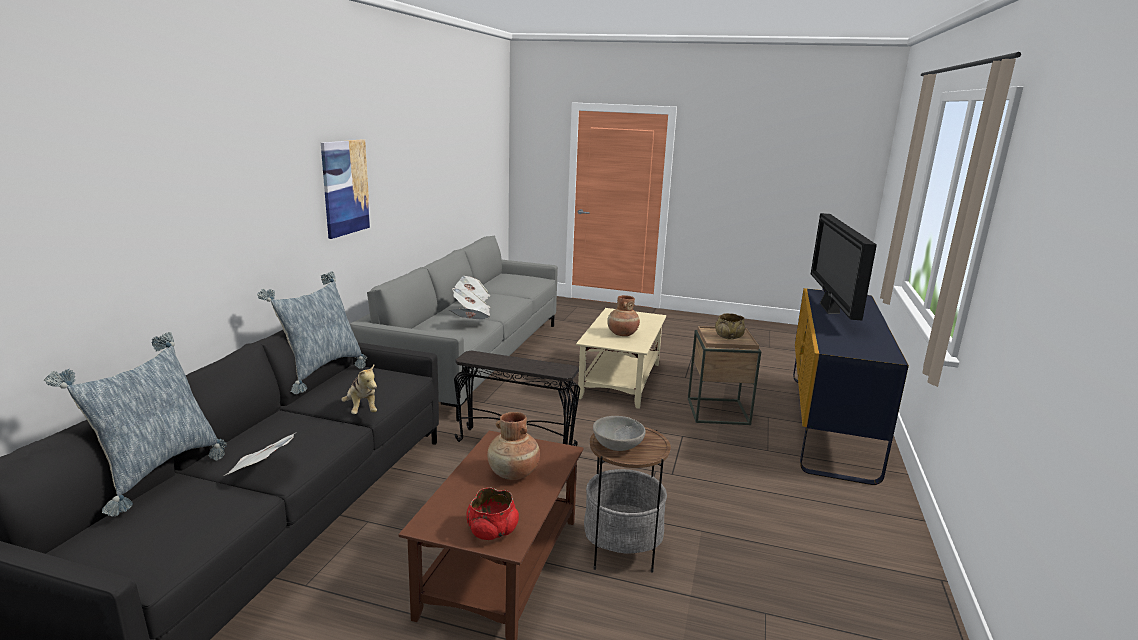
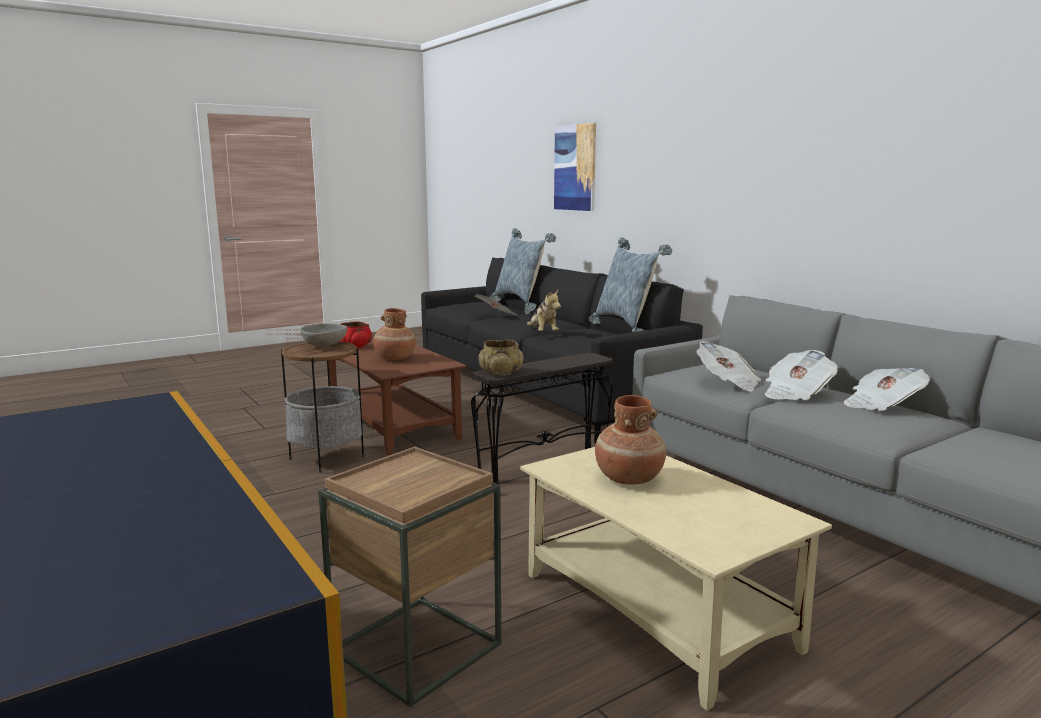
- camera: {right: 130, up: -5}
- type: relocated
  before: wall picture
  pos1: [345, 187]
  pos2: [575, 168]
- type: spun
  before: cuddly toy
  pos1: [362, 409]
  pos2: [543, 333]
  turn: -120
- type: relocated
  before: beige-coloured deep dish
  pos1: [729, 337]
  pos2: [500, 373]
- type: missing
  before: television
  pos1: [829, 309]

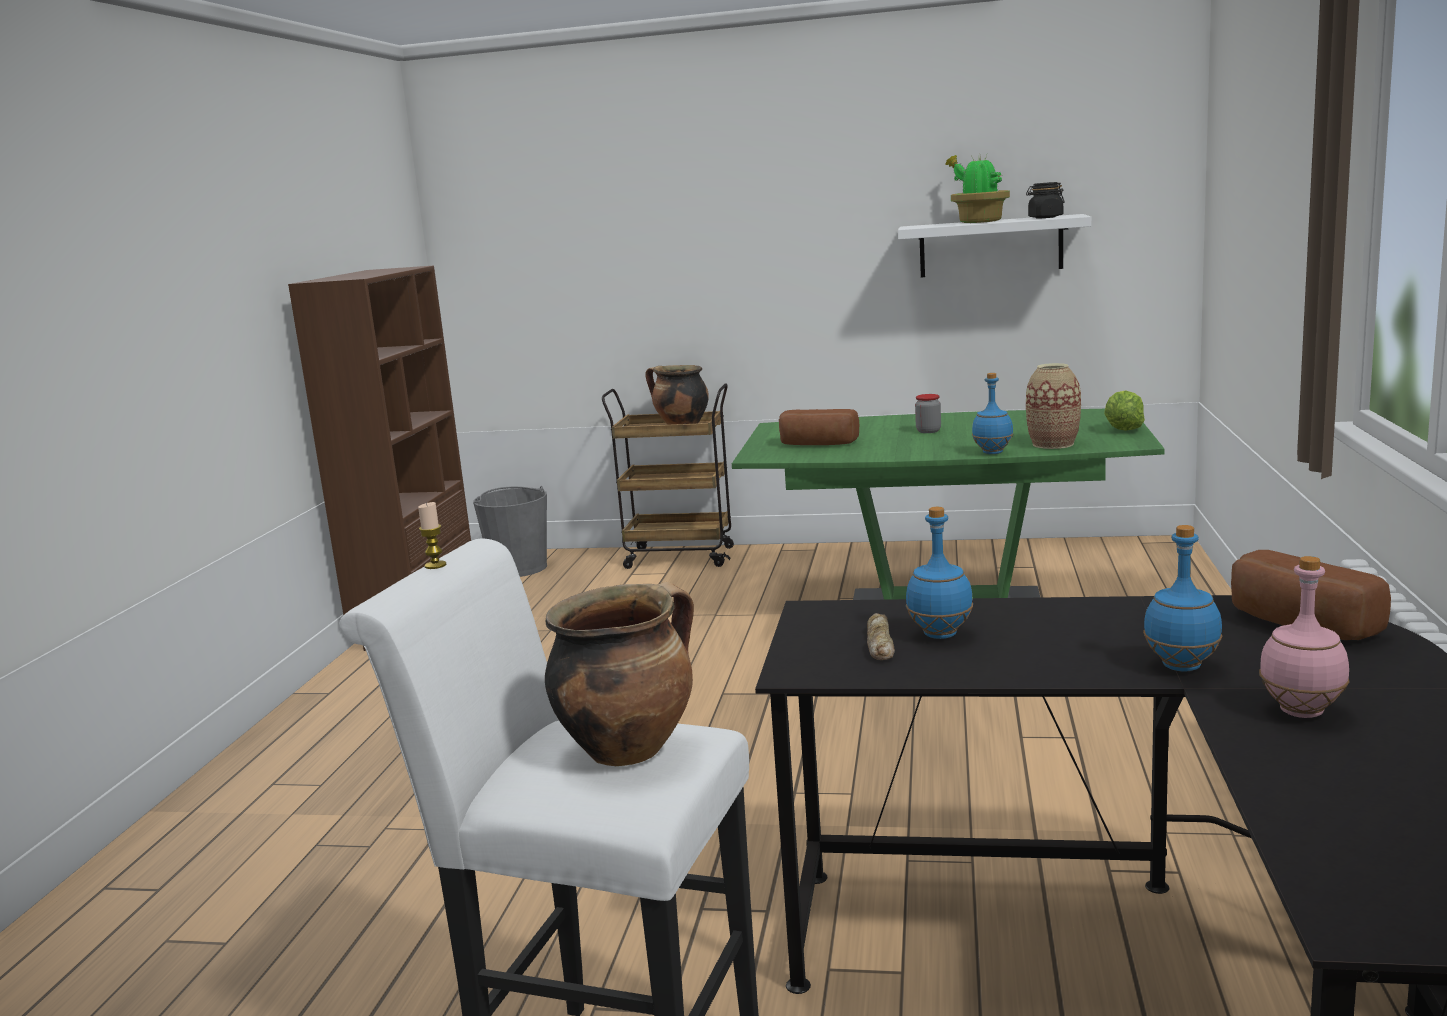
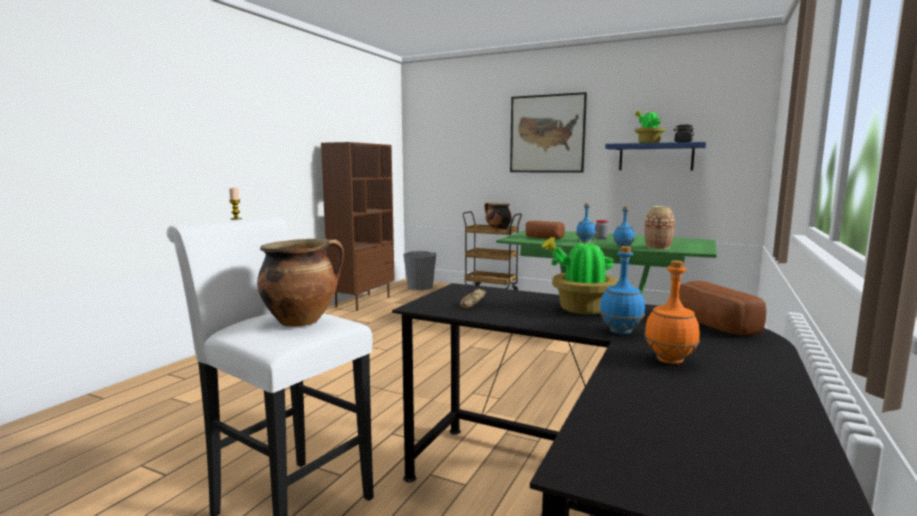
- camera: {right: 15, up: -5}
- type: colour
  before: white wall shelf
  after: blue-coloured wall shelf
  pos1: [990, 246]
  pos2: [655, 157]
- type: relocated
  before: blue-coloured beverage bottle
  pos1: [940, 634]
  pos2: [585, 241]
- type: missing
  before: lettuce head
  pos1: [1123, 429]
- type: colour
  before: pinkish beverage bottle
  after: orange beverage bottle
  pos1: [1300, 711]
  pos2: [668, 360]
- type: appeared
  after: wall picture
  pos2: [547, 134]
- type: appeared
  after: potted plant
  pos2: [581, 310]

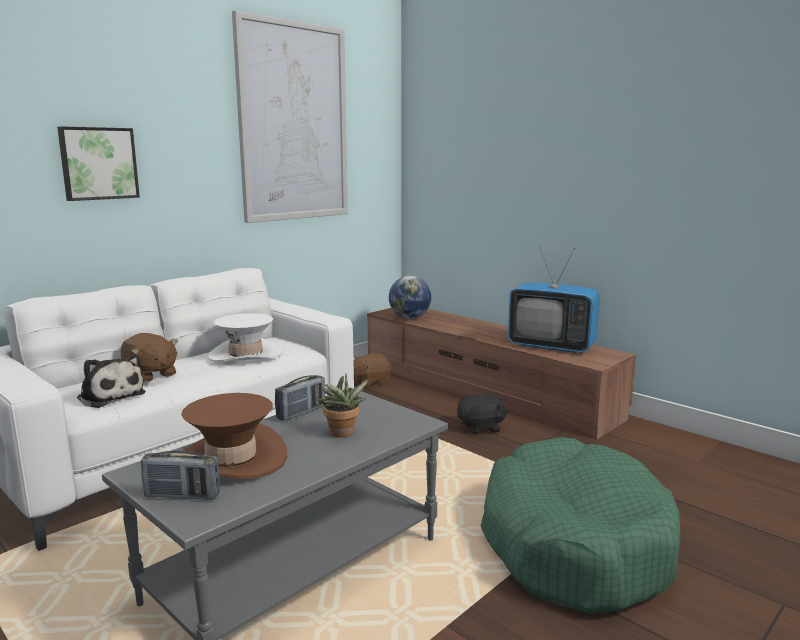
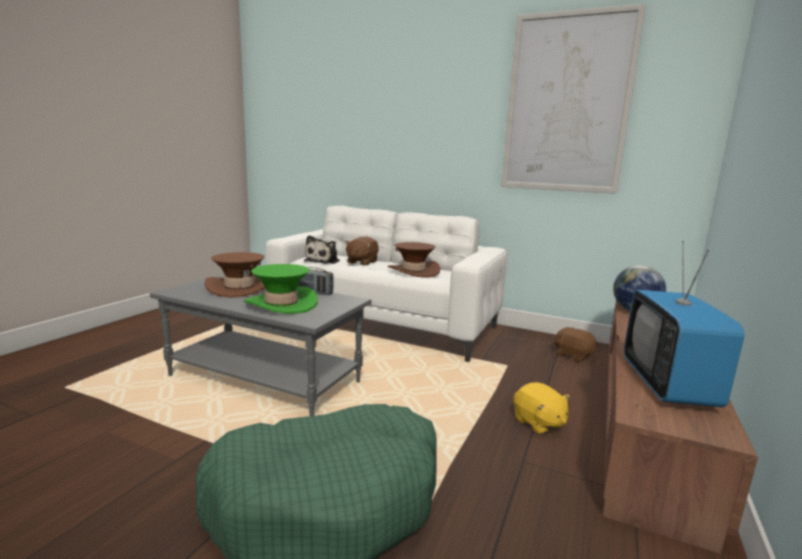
- camera: {right: 70, up: 0}
- type: missing
  before: wall picture
  pos1: [98, 163]
- type: missing
  before: radio receiver
  pos1: [182, 496]
- type: colour
  before: white wearable hat
  after: brown-coloured wearable hat
  pos1: [245, 355]
  pos2: [413, 271]
- type: exchanged
  before: potted plant
  after: green wearable hat
  pos1: [342, 434]
  pos2: [281, 304]
- type: colour
  before: black cuddly toy
  after: yellow-coloured cuddly toy
  pos1: [481, 428]
  pos2: [538, 423]

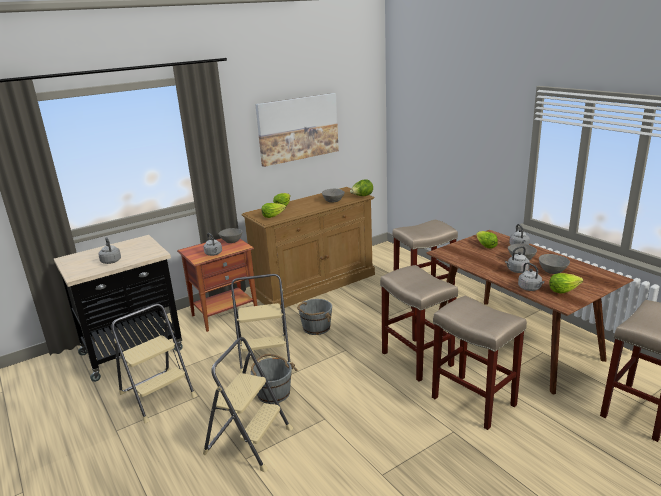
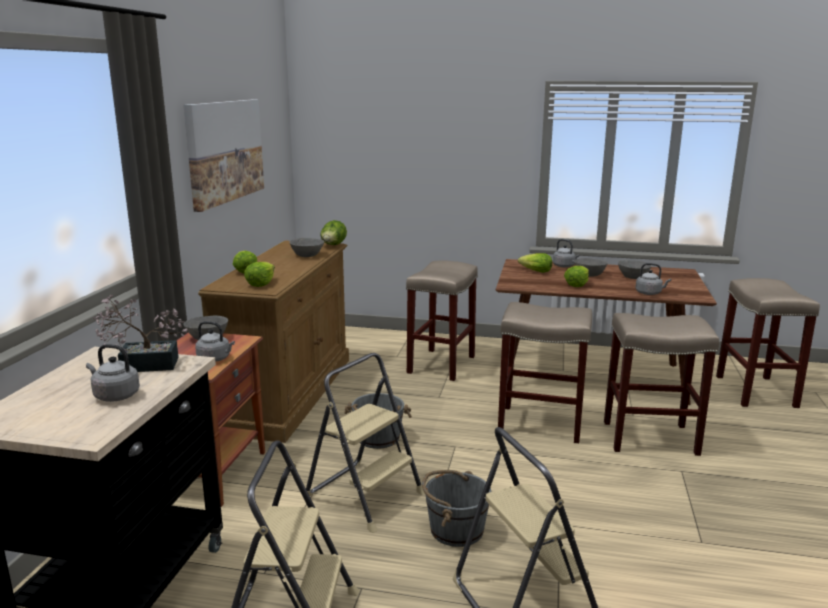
- camera: {right: -45, up: -5}
- type: missing
  before: greyish tea kettle
  pos1: [516, 270]
- type: relocated
  before: lettuce head
  pos1: [563, 290]
  pos2: [577, 284]
- type: appeared
  after: potted plant
  pos2: [142, 365]

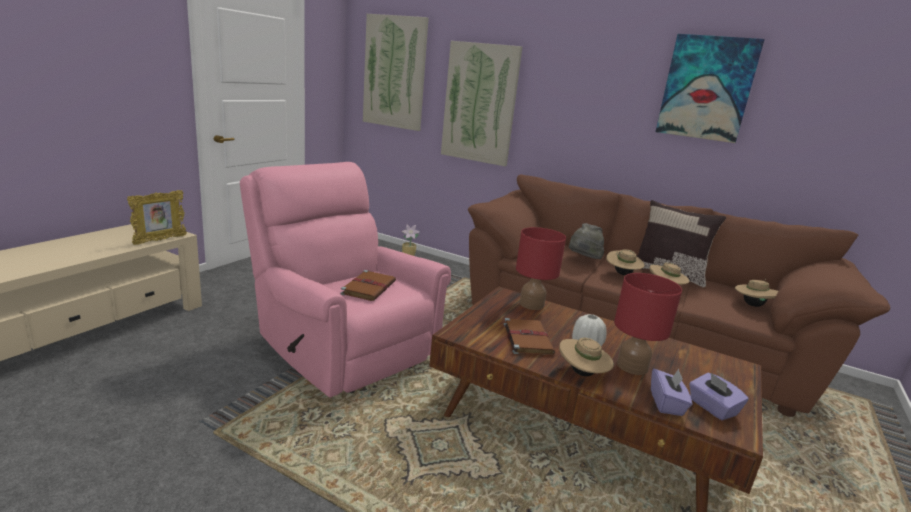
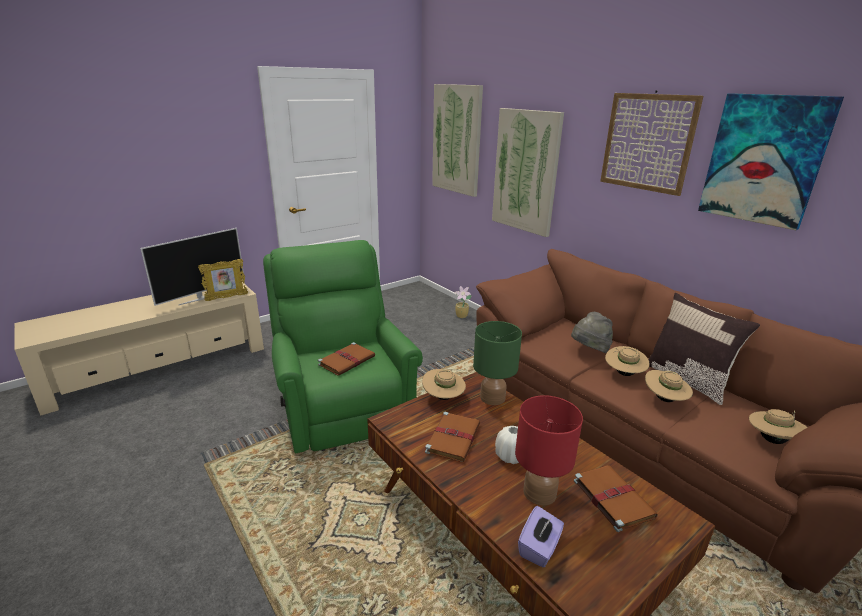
- camera: {right: 25, up: 5}
- type: colour
  before: pinkish armchair
  after: green armchair
  pos1: [342, 348]
  pos2: [342, 405]
- type: colour
  before: red-coloured tabletop lamp
  after: green tabletop lamp
  pos1: [531, 304]
  pos2: [492, 397]
- type: relocated
  before: beige-coloured wearable hat
  pos1: [582, 374]
  pos2: [443, 397]
- type: missing
  before: purple-coloured box of tissues
  pos1: [712, 408]
- type: appeared
  after: television
  pos2: [201, 297]
- type: appeared
  after: brown-coloured bound book
  pos2: [611, 497]
- type: appeared
  after: wall picture
  pos2: [648, 141]

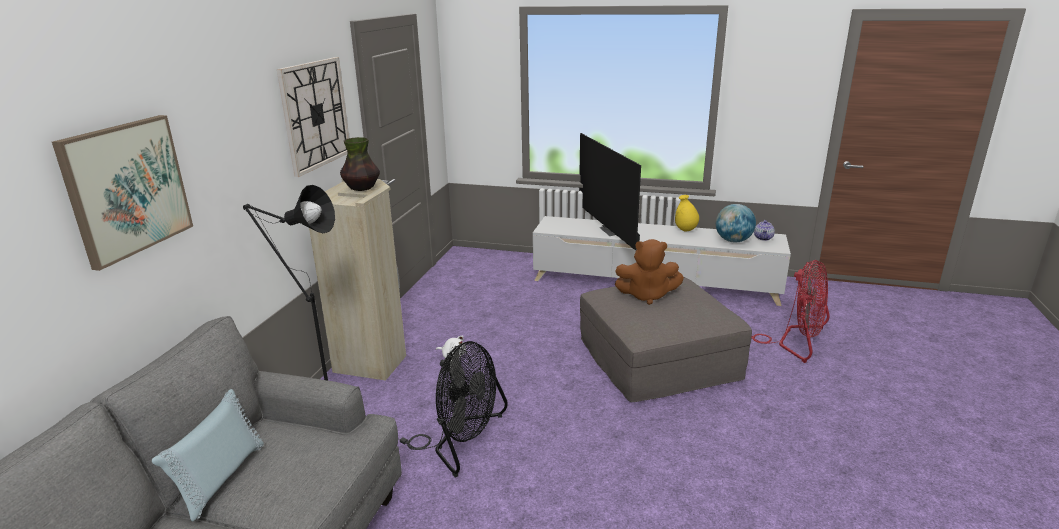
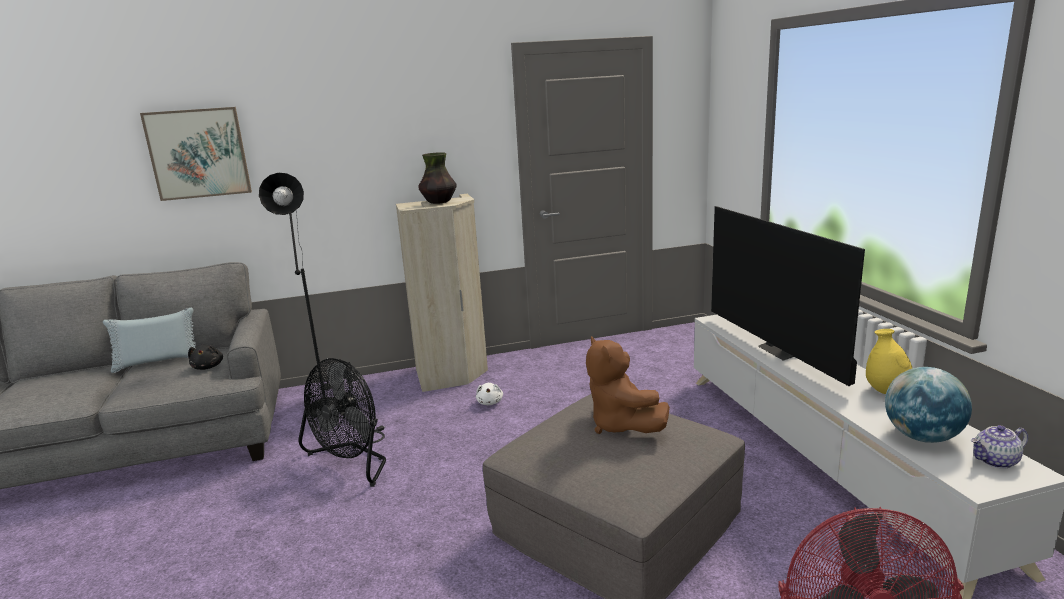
- camera: {right: 60, up: -5}
- type: missing
  before: clock on the wall
  pos1: [315, 114]
- type: spun
  before: black cooling fan
  pos1: [459, 441]
  pos2: [354, 458]
  turn: 45
- type: spun
  before: television
  pos1: [612, 231]
  pos2: [781, 351]
  turn: -60
- type: appeared
  after: black cuddly toy
  pos2: [208, 367]

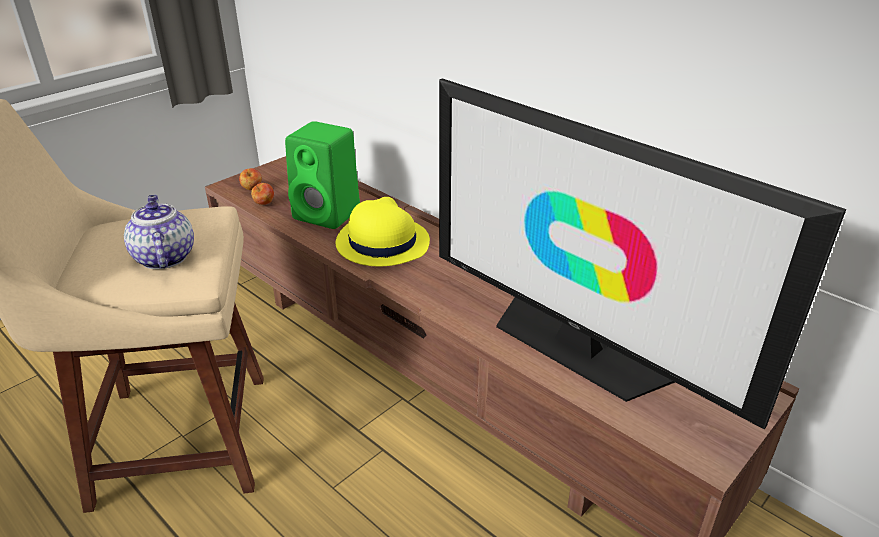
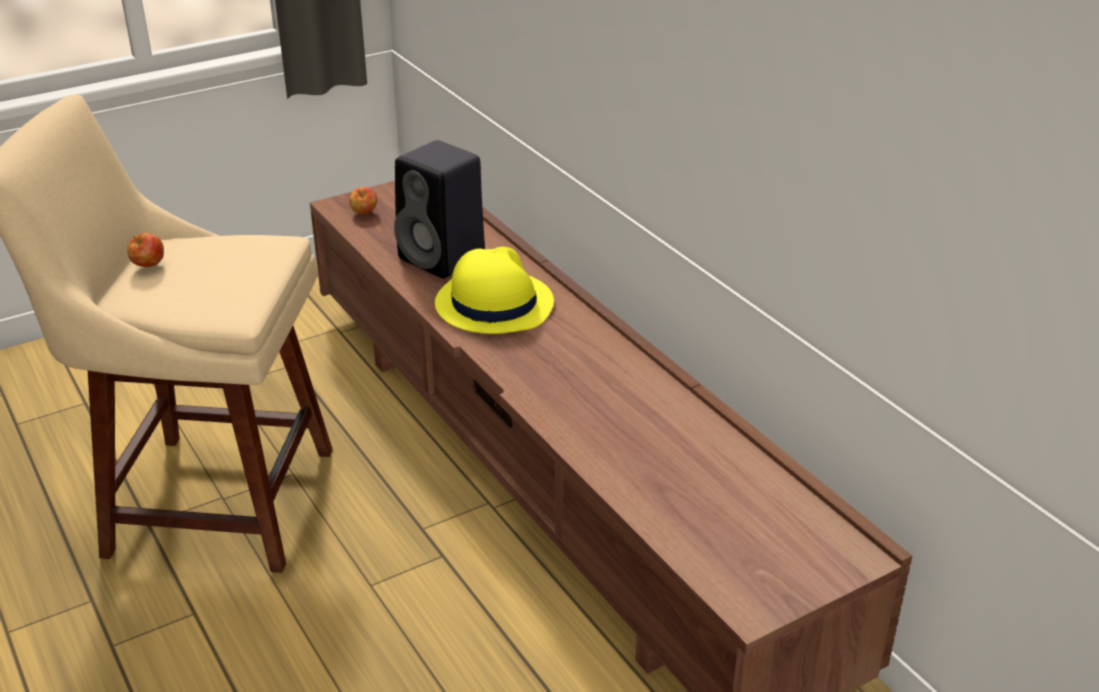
- camera: {right: 15, up: 0}
- type: missing
  before: tea pot
  pos1: [164, 257]
- type: relocated
  before: apple fruit
  pos1: [264, 204]
  pos2: [149, 266]
- type: colour
  before: green speaker
  after: black speaker
  pos1: [329, 214]
  pos2: [444, 259]
- type: missing
  before: television
  pos1: [577, 346]

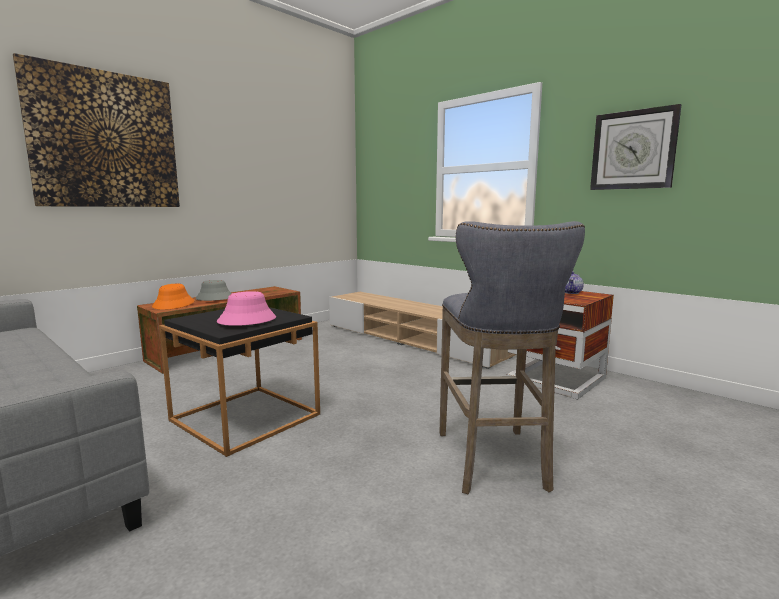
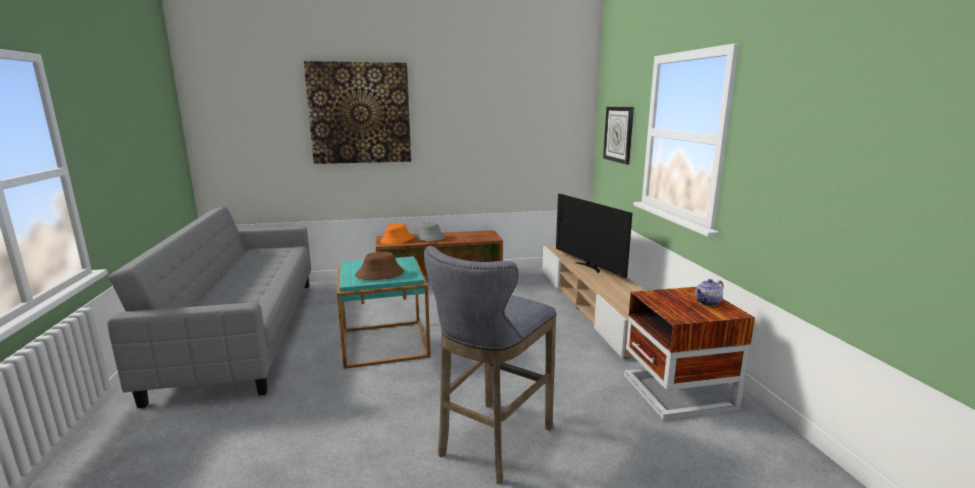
- camera: {right: 35, up: 5}
- type: colour
  before: black end table
  after: turquoise end table
  pos1: [245, 417]
  pos2: [384, 343]
- type: colour
  before: pinkish wearable hat
  after: brown-coloured wearable hat
  pos1: [247, 320]
  pos2: [380, 274]
- type: relocated
  before: clock on the wall
  pos1: [633, 150]
  pos2: [619, 134]
- type: appeared
  after: television
  pos2: [589, 267]

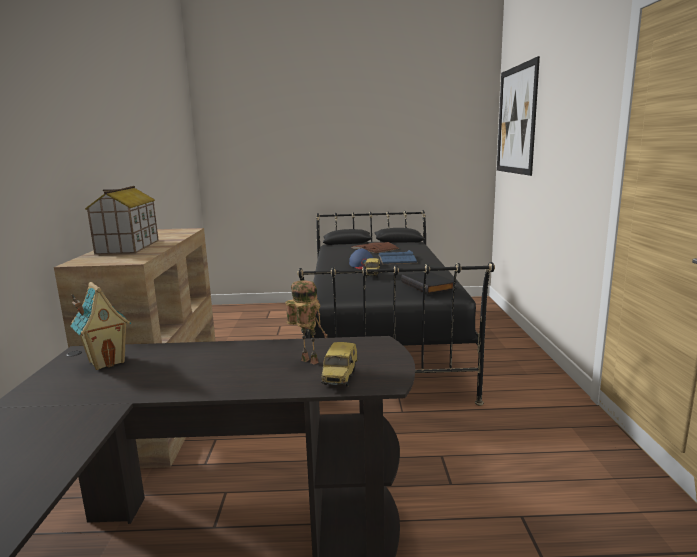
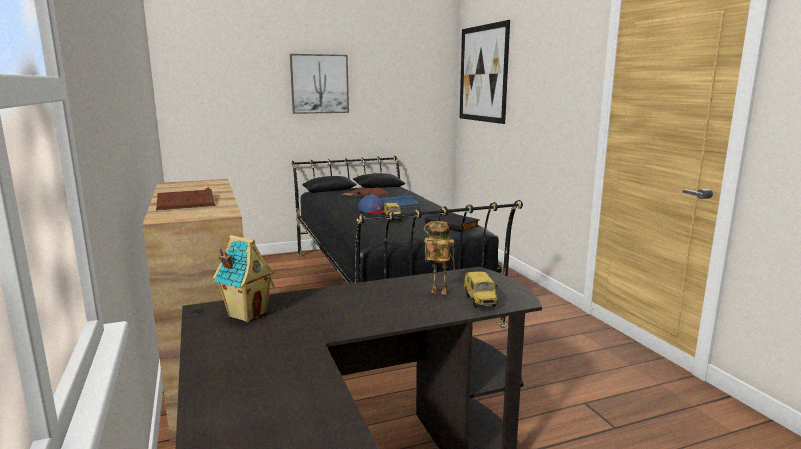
- camera: {right: -20, up: 0}
- type: exchanged
  before: toy house
  after: brown-coloured bound book
  pos1: [128, 247]
  pos2: [185, 201]
- type: appeared
  after: wall picture
  pos2: [319, 84]

